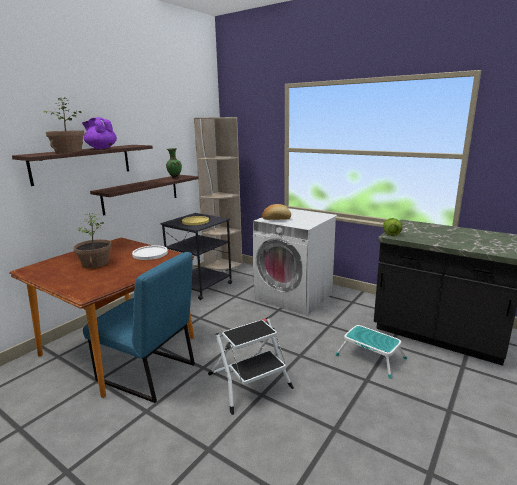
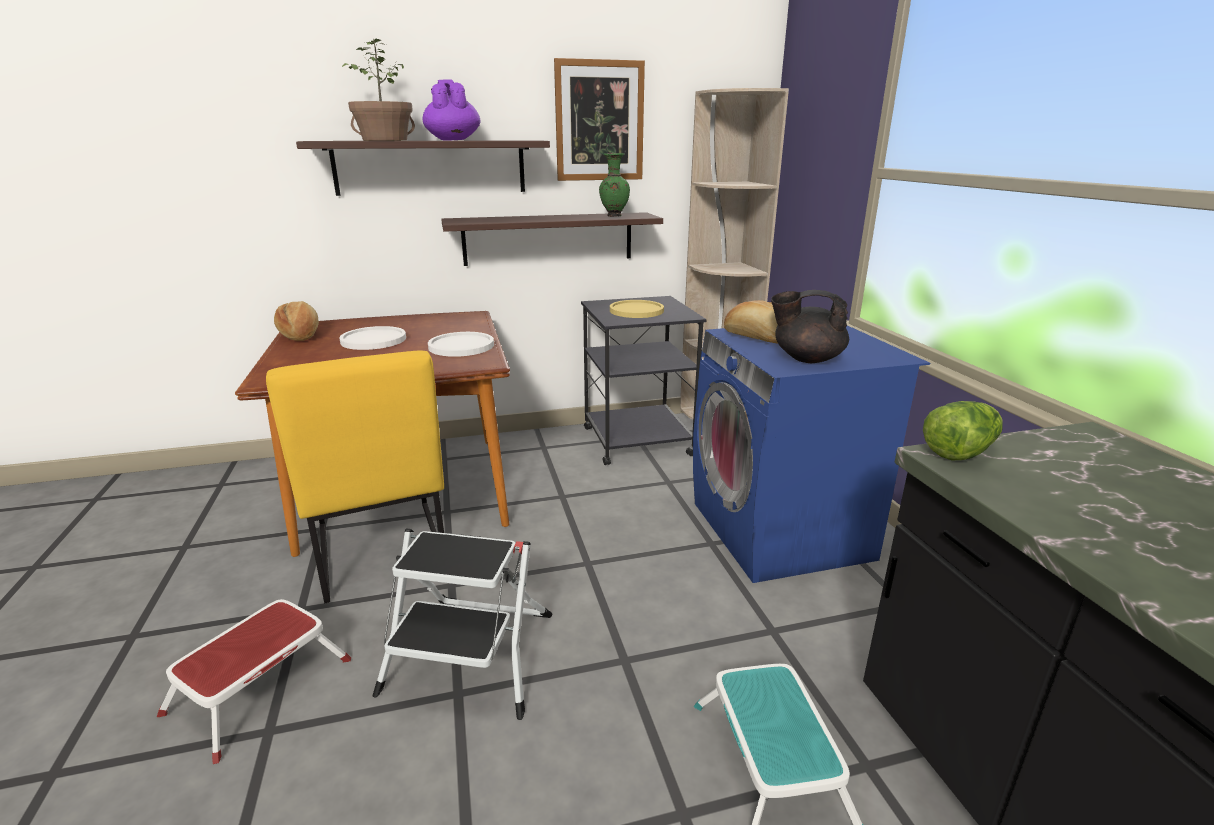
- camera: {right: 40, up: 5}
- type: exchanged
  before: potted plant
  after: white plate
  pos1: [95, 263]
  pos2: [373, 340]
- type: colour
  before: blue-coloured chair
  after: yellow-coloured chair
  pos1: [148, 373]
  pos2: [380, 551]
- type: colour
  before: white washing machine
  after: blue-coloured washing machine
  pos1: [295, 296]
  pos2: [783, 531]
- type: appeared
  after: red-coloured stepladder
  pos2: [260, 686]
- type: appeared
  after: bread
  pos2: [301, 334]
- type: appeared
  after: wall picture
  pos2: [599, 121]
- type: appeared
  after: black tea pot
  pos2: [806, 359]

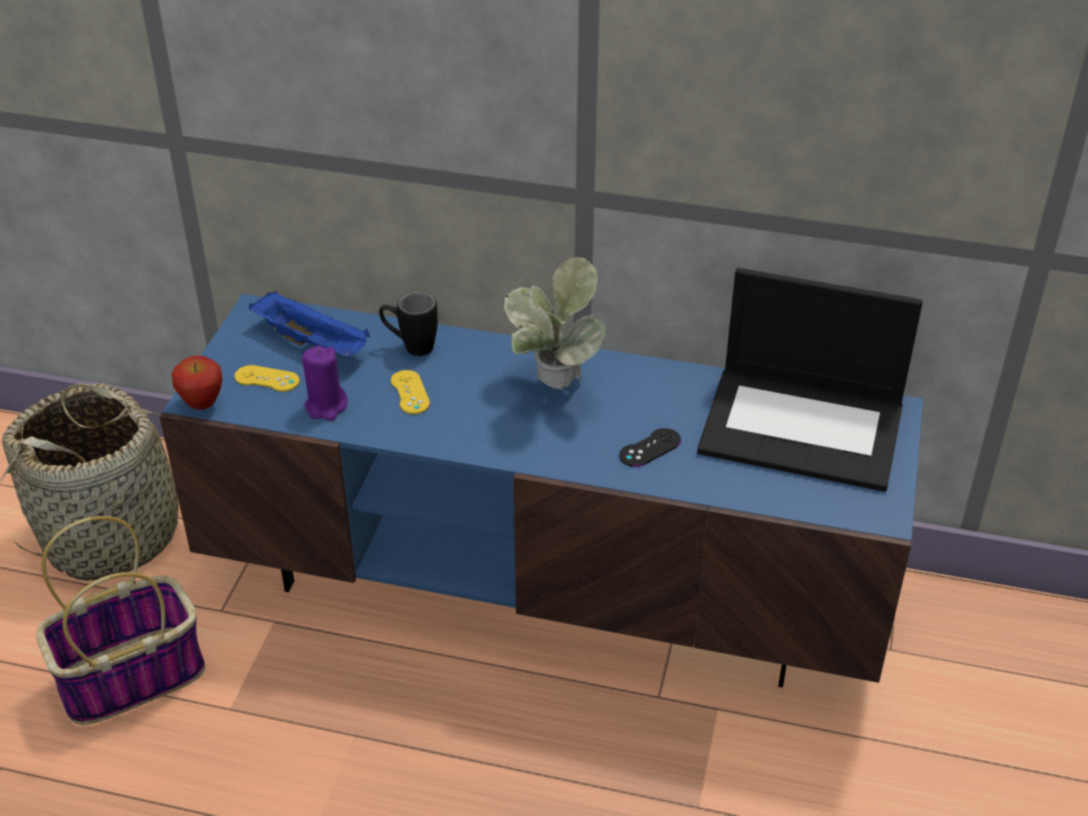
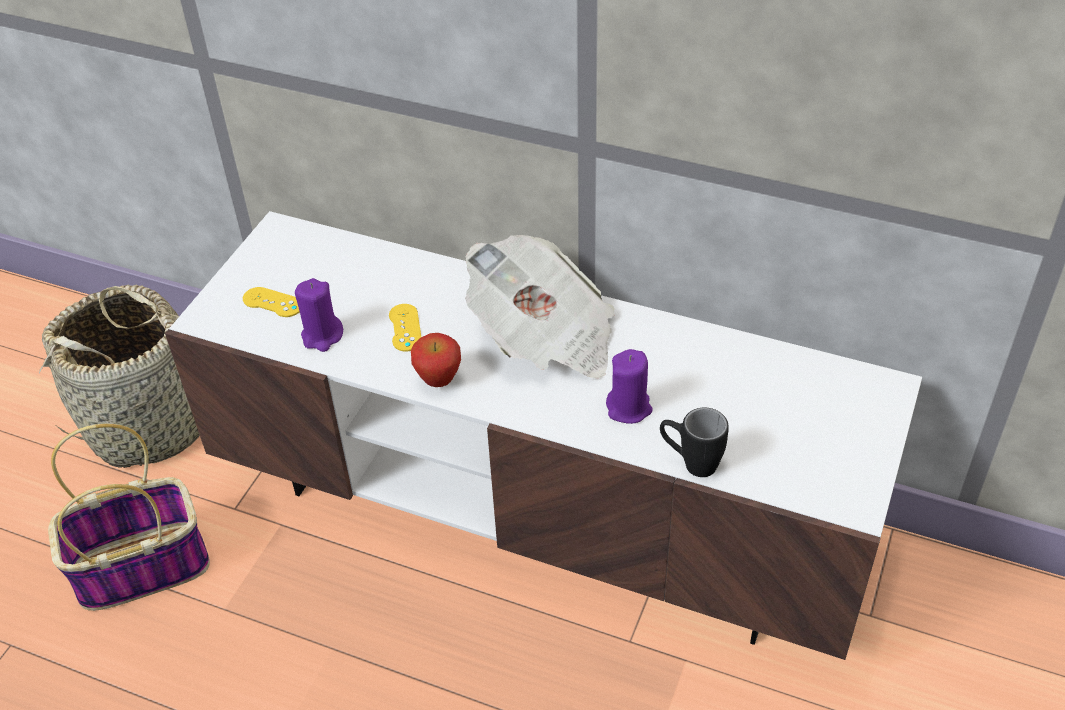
- camera: {right: 10, up: 5}
- type: colour
  before: blue-coloured media console
  after: white media console
  pos1: [544, 583]
  pos2: [540, 510]
- type: relocated
  before: apple fruit
  pos1: [202, 404]
  pos2: [438, 381]
- type: missing
  before: blue-coloured tray
  pos1: [313, 343]
- type: relocated
  before: black coffee mug
  pos1: [410, 346]
  pos2: [690, 463]
- type: exchanged
  before: potted plant
  after: printed paper
  pos1: [553, 391]
  pos2: [544, 337]
- type: exchanged
  before: black game controller
  after: purple-coloured wax candle
  pos1: [650, 448]
  pos2: [629, 408]
- type: missing
  before: notebook computer
  pos1: [804, 427]

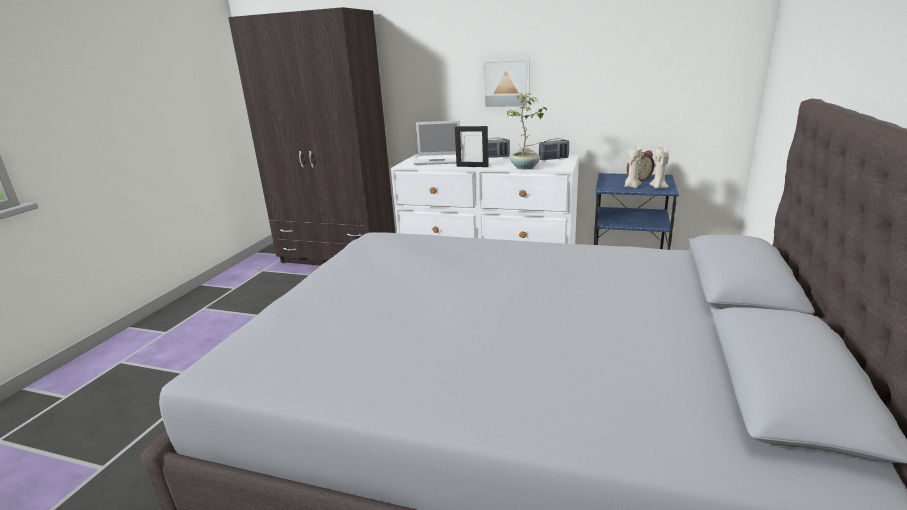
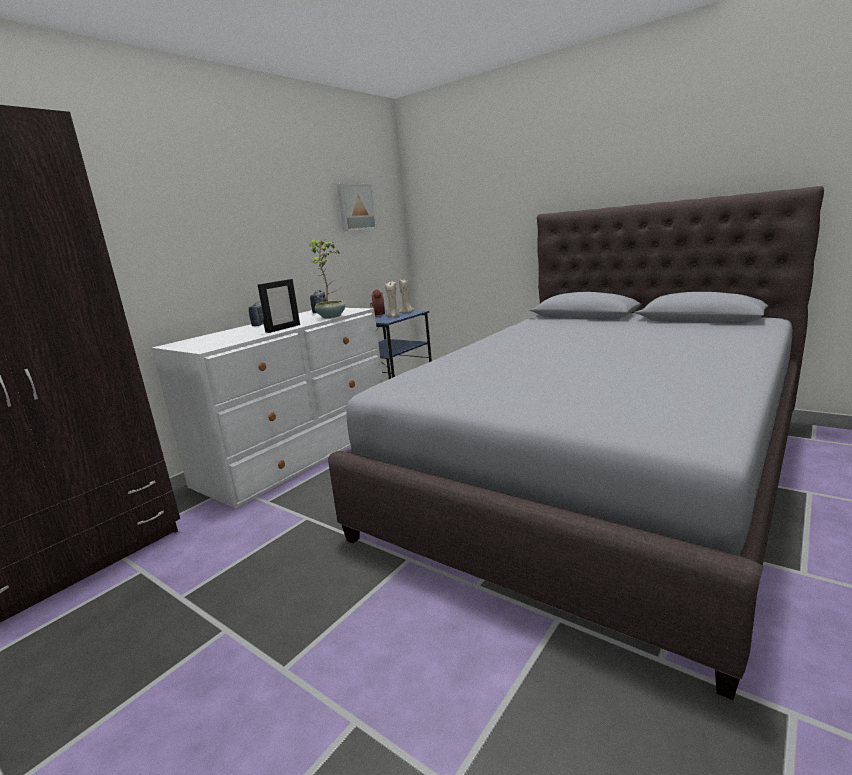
- camera: {right: -70, up: -5}
- type: missing
  before: notebook computer
  pos1: [439, 160]
- type: relocated
  before: wall picture
  pos1: [506, 84]
  pos2: [355, 207]

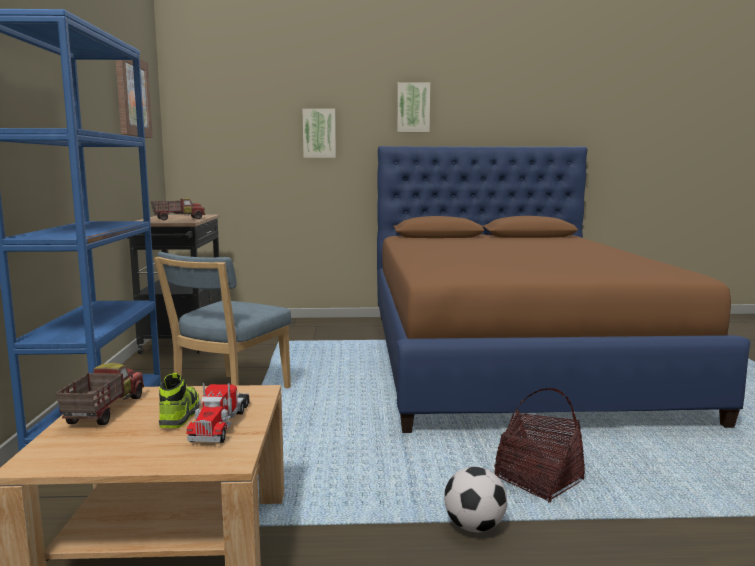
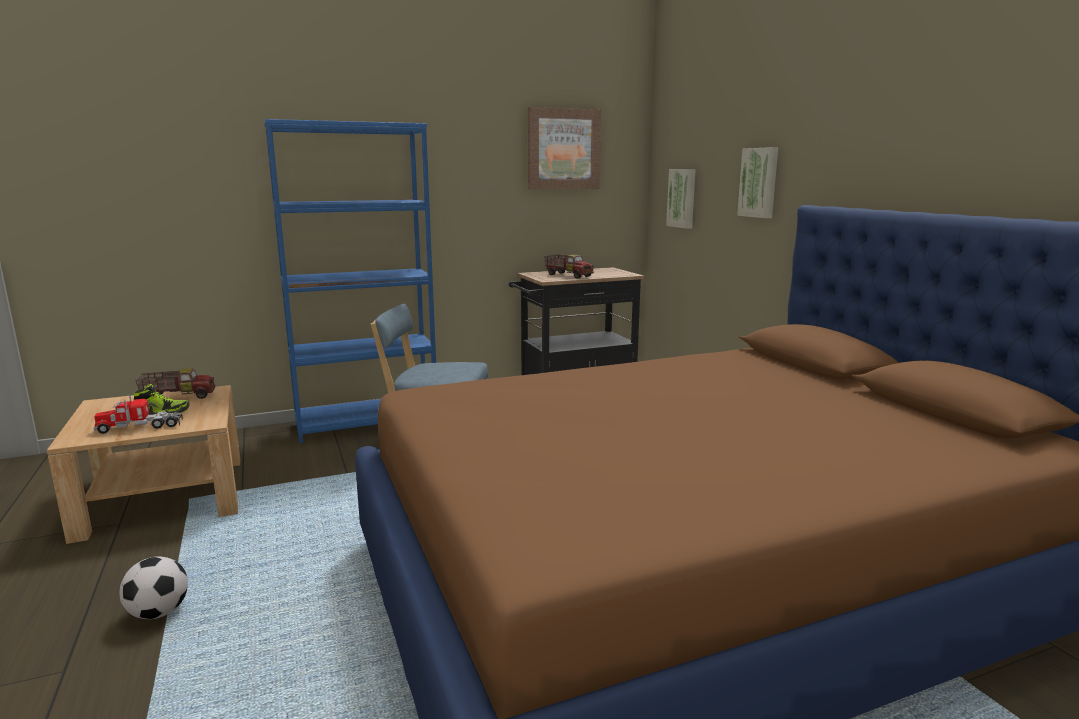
- camera: {right: 70, up: 5}
- type: relocated
  before: wall picture
  pos1: [413, 107]
  pos2: [682, 198]
- type: missing
  before: basket
  pos1: [538, 480]

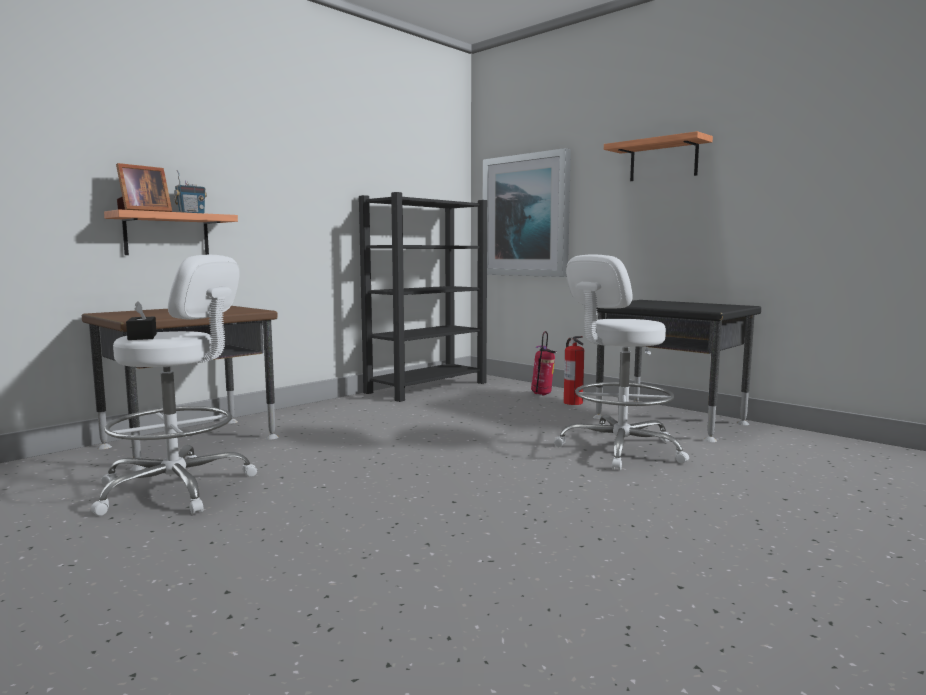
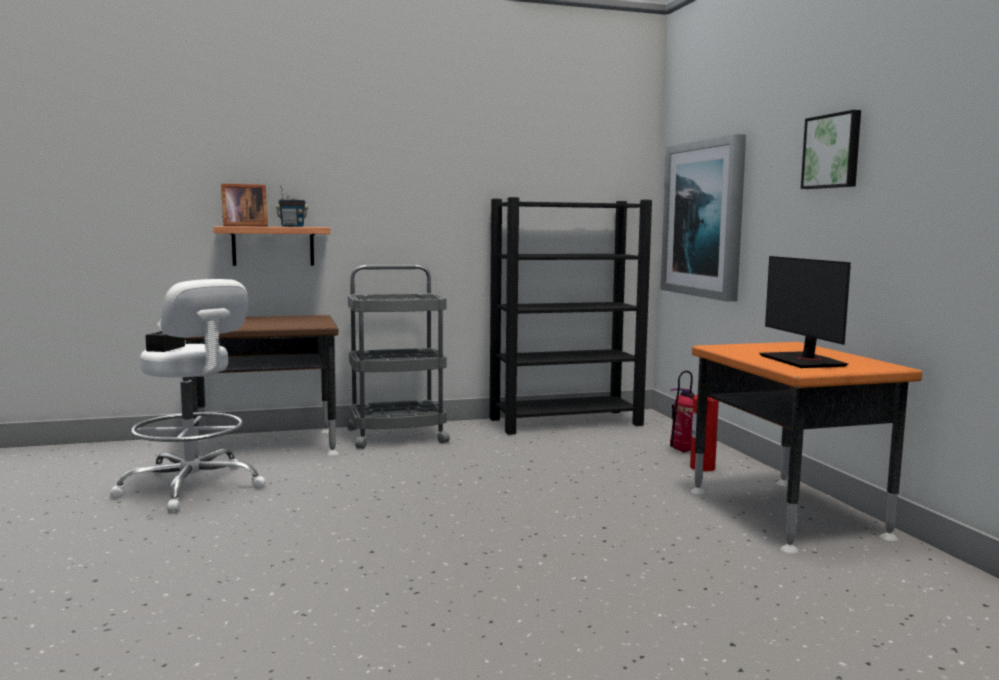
- camera: {right: 30, up: 0}
- type: missing
  before: white stool
  pos1: [619, 450]
- type: colour
  before: black desk
  after: orange desk
  pos1: [670, 420]
  pos2: [787, 513]
- type: exchanged
  before: wall shelf
  after: wall picture
  pos1: [663, 160]
  pos2: [833, 151]
- type: appeared
  after: greyish wheeled cart
  pos2: [397, 436]
- type: appeared
  after: computer screen
  pos2: [803, 361]

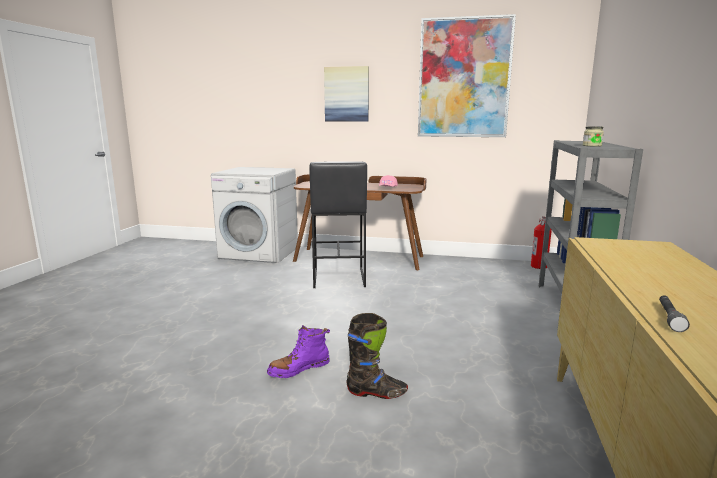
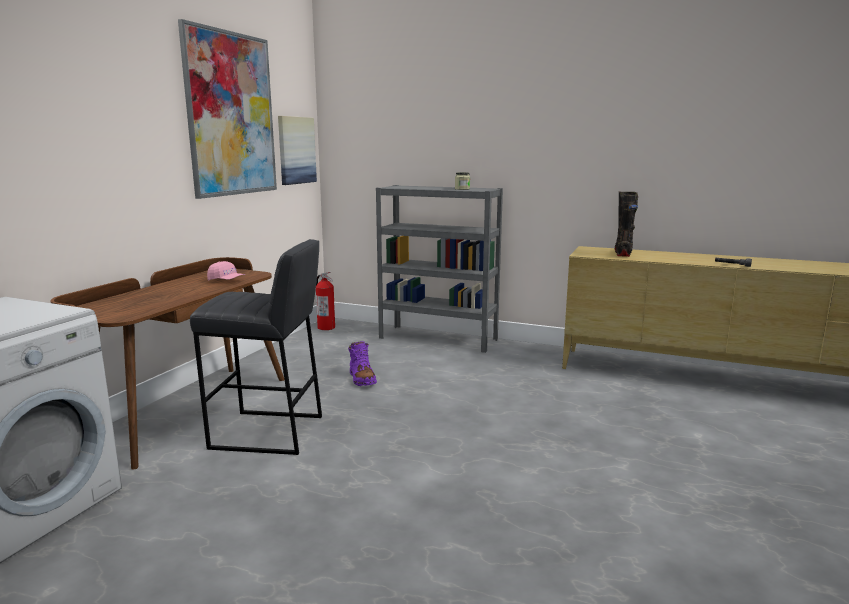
- camera: {right: -80, up: 0}
- type: relocated
  before: purple-coloured boot
  pos1: [299, 369]
  pos2: [362, 379]
- type: relocated
  before: wall picture
  pos1: [346, 94]
  pos2: [296, 150]
- type: relocated
  before: black boot
  pos1: [376, 393]
  pos2: [623, 254]

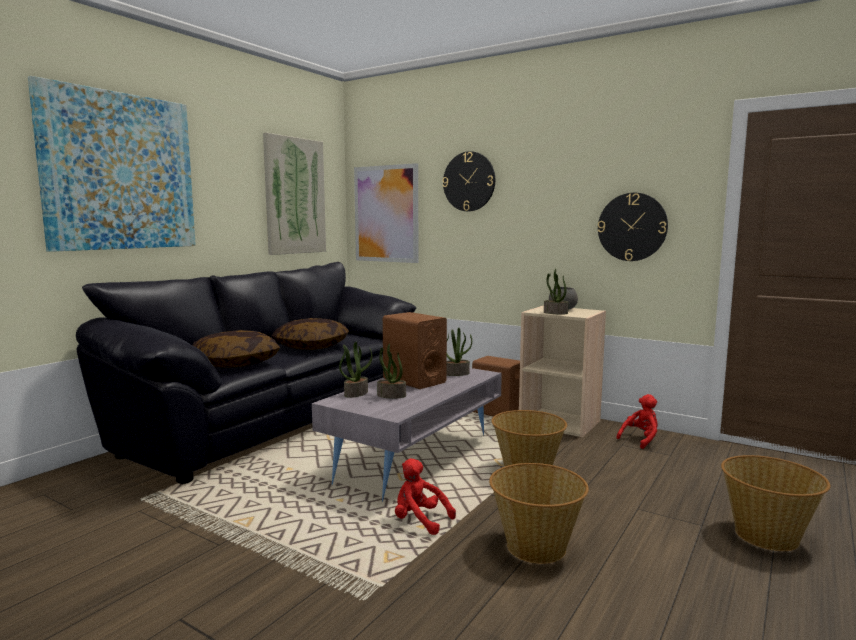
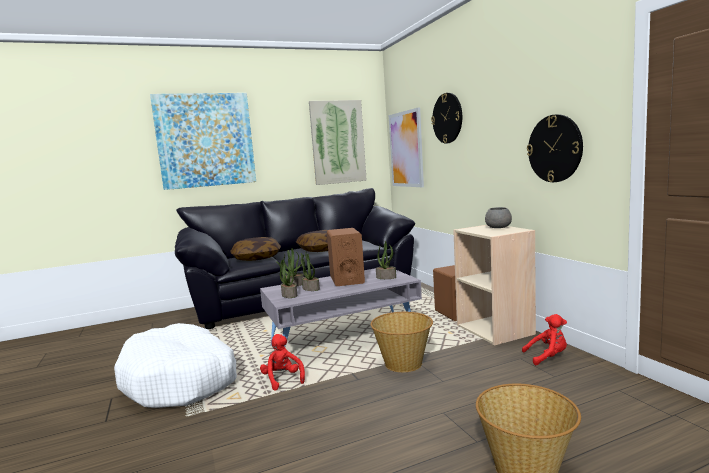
- camera: {right: 35, up: 0}
- type: missing
  before: basket
  pos1: [536, 546]
- type: relocated
  before: potted plant
  pos1: [555, 313]
  pos2: [289, 295]
- type: appeared
  after: white dog bed
  pos2: [181, 380]

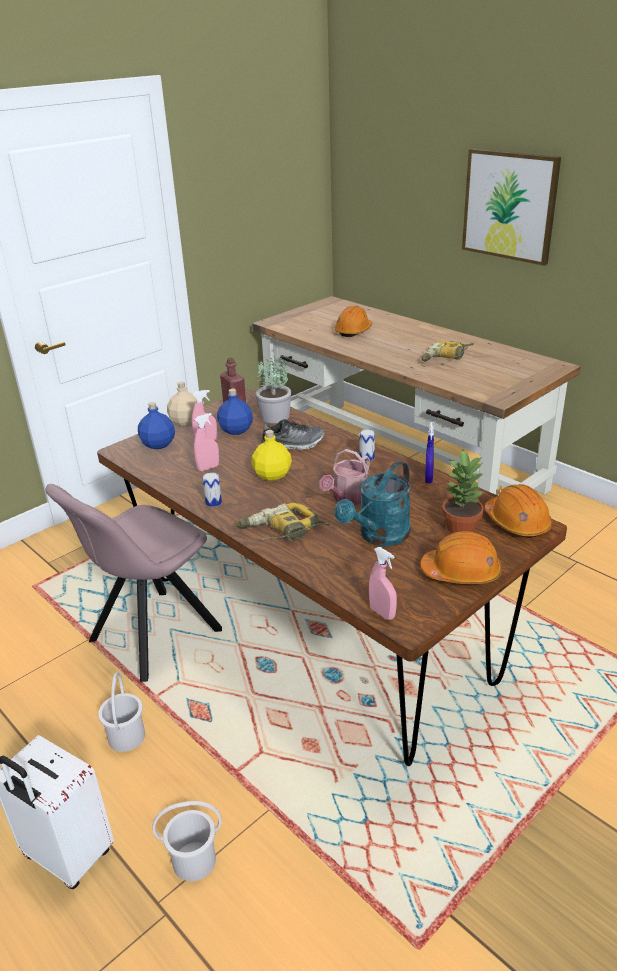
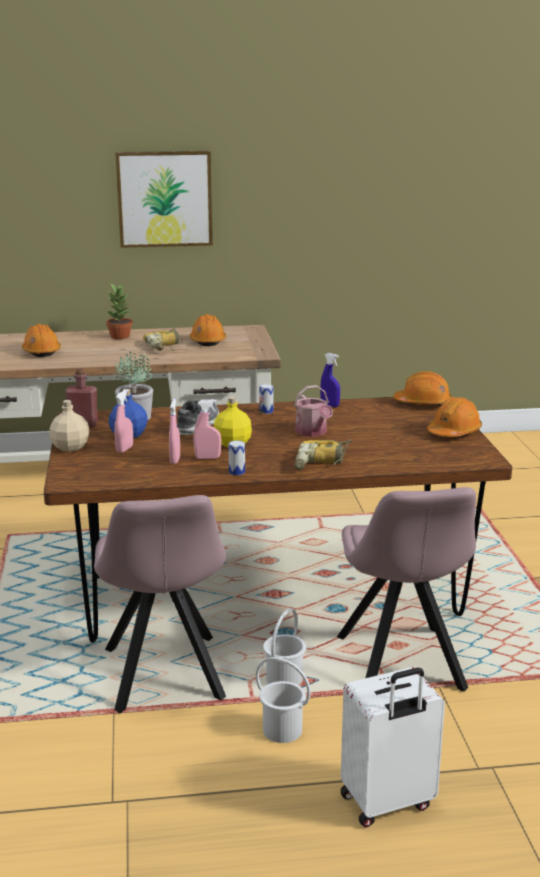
- camera: {right: -55, up: -10}
- type: missing
  before: blue-coloured beverage bottle
  pos1: [159, 444]
- type: relocated
  before: white pail
  pos1: [194, 860]
  pos2: [283, 679]
- type: missing
  before: turquoise sprinkling can
  pos1: [379, 536]
- type: relocated
  before: pinkish spray bottle
  pos1: [382, 613]
  pos2: [207, 458]
- type: relocated
  before: potted plant
  pos1: [461, 527]
  pos2: [120, 336]
- type: appeared
  after: orange safety helmet
  pos2: [207, 341]
- type: appeared
  after: pinkish chair
  pos2: [401, 663]

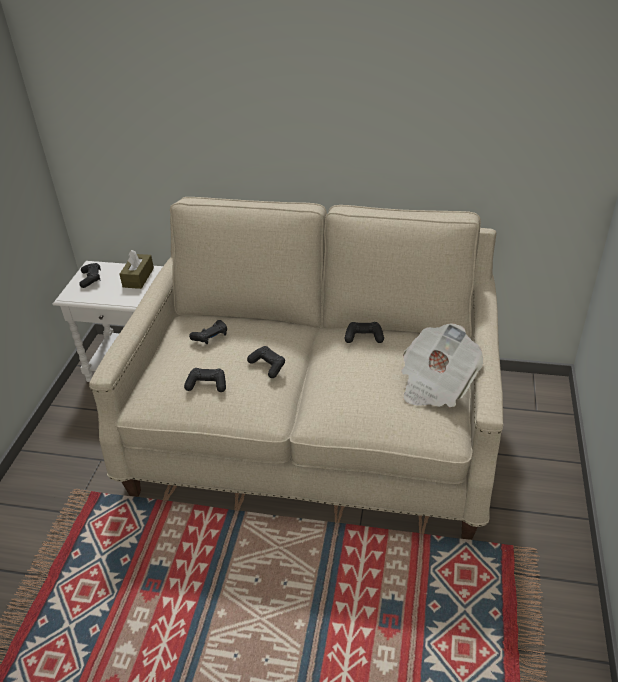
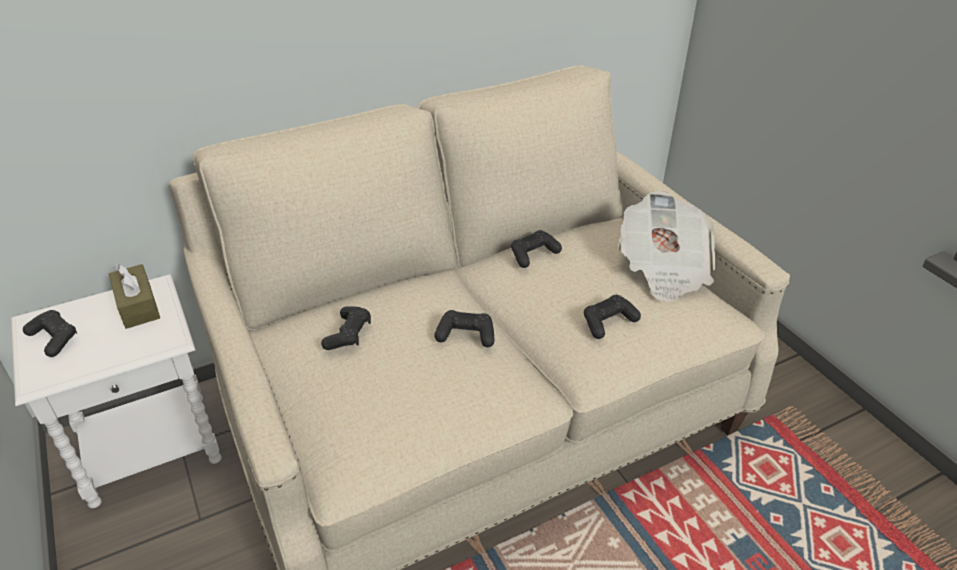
- camera: {right: -40, up: 0}
- type: relocated
  before: black game controller
  pos1: [207, 384]
  pos2: [608, 322]

